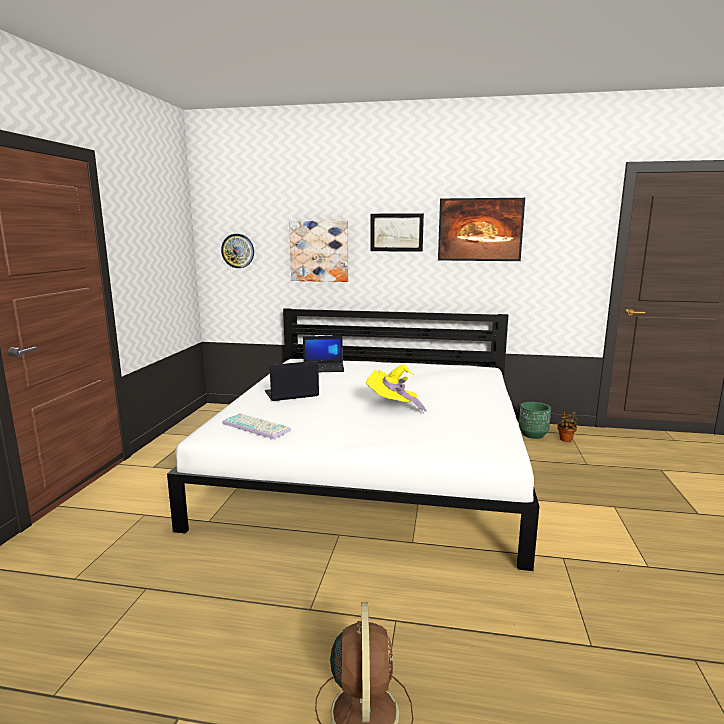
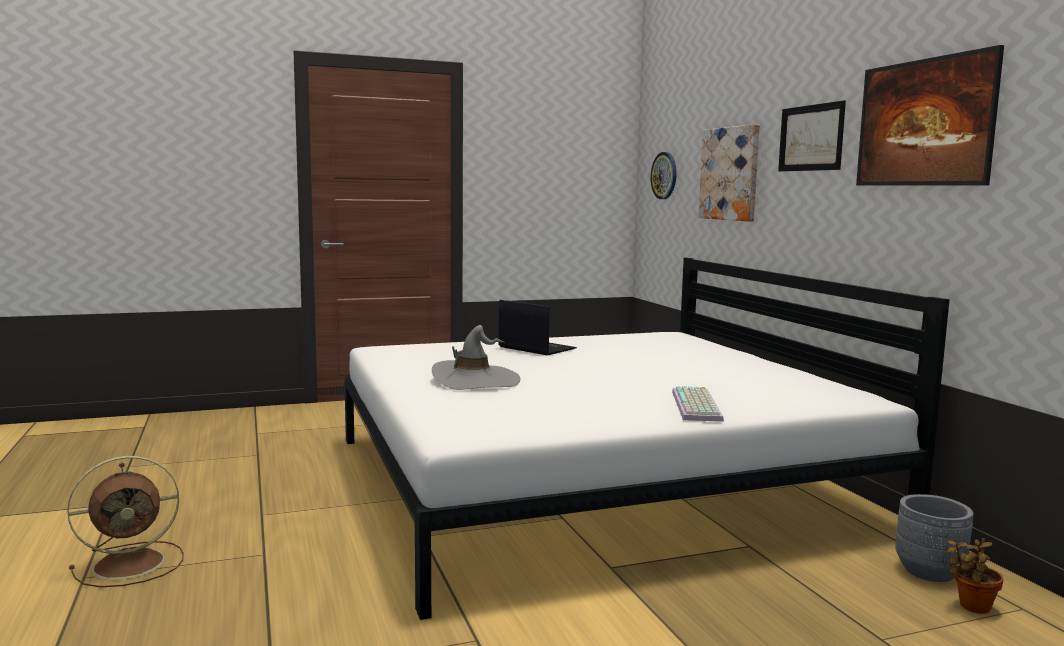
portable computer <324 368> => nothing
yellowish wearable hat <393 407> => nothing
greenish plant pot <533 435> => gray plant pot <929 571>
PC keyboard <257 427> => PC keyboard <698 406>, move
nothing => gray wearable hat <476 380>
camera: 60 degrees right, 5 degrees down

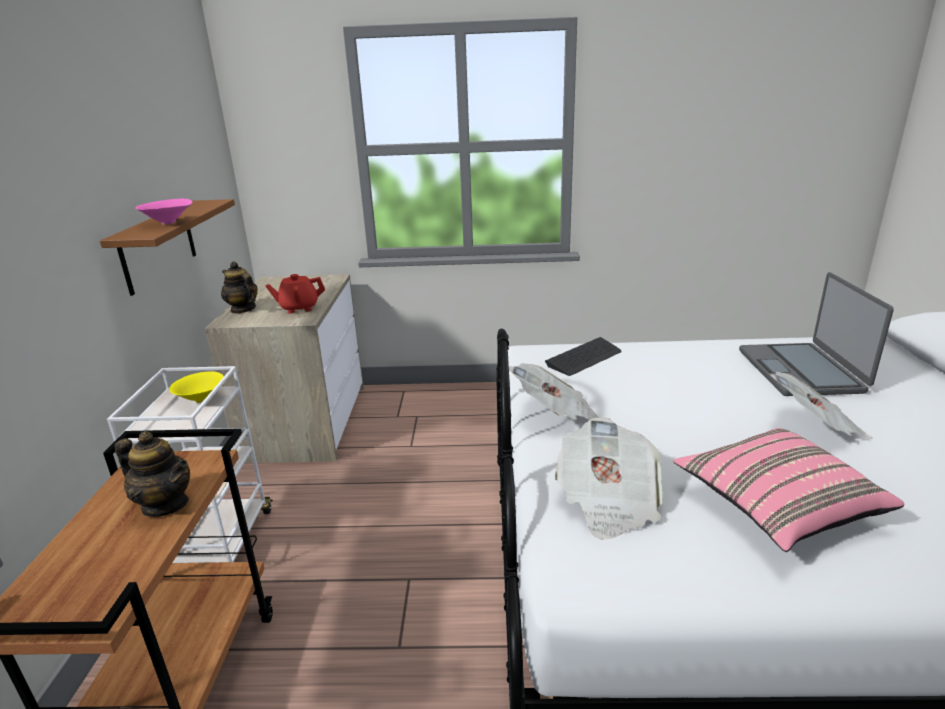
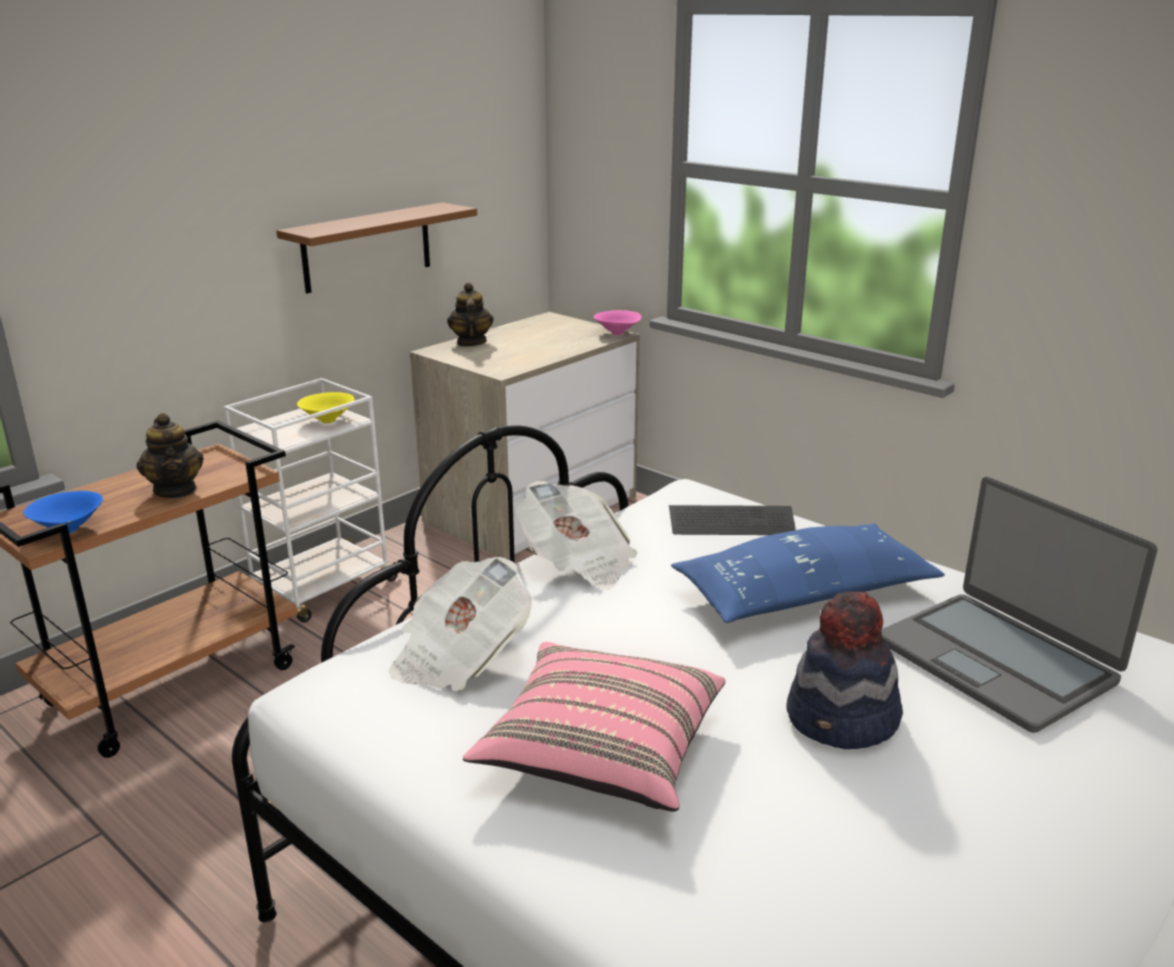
pinkish serving bowl <169 223> => pinkish serving bowl <618 334>, move
portable computer <801 370> => portable computer <996 661>, 75 degrees counterclockwise
red pot for tea <299 308> => nothing
newspaper <815 427> => wearable hat <843 720>
nothing => blue serving bowl <69 531>
nothing => blue cushion <803 595>
camera: 40 degrees right, 0 degrees up

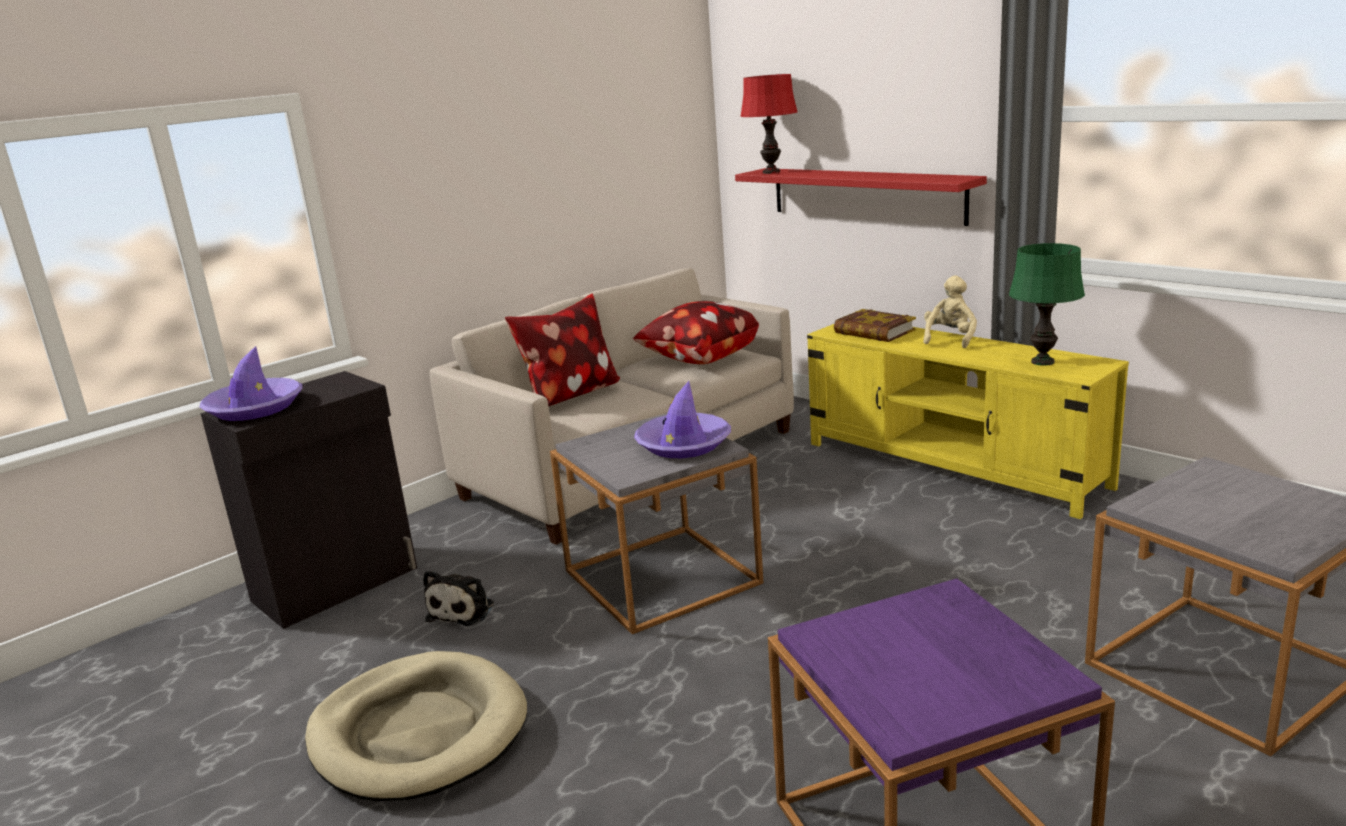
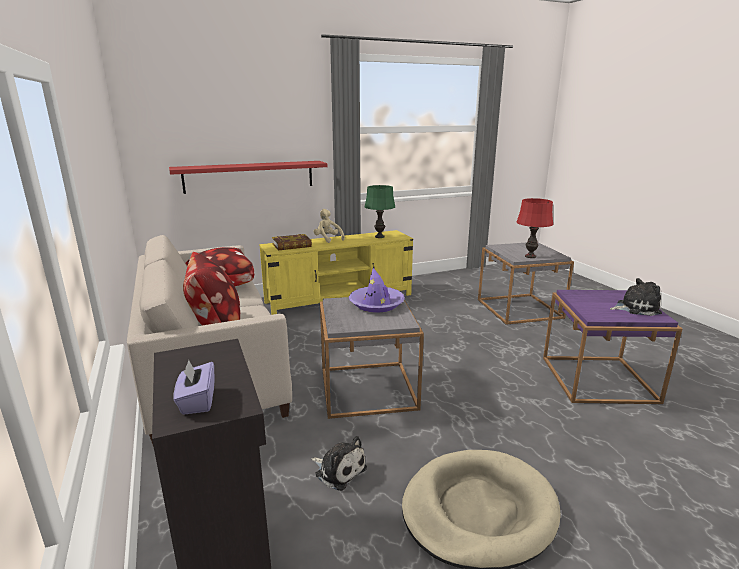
red table lamp <771 172> => red table lamp <530 256>, move
purple-coloured wearable hat <254 408> => purple-coloured tissue box <197 401>
nothing => cuddly toy <635 308>
camera: 70 degrees left, 0 degrees up

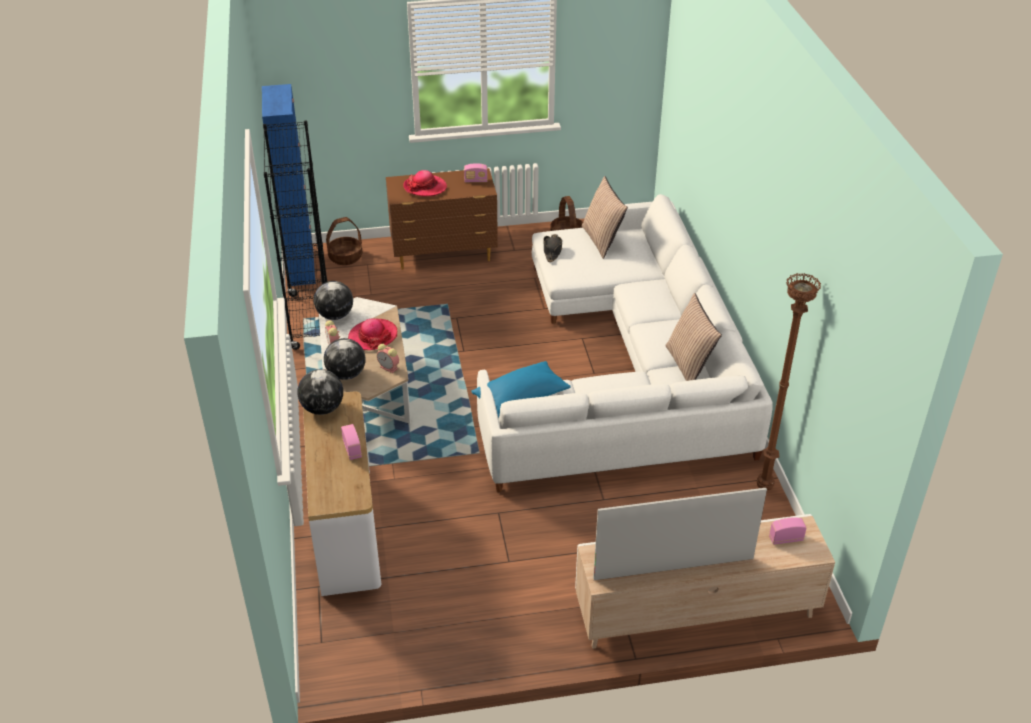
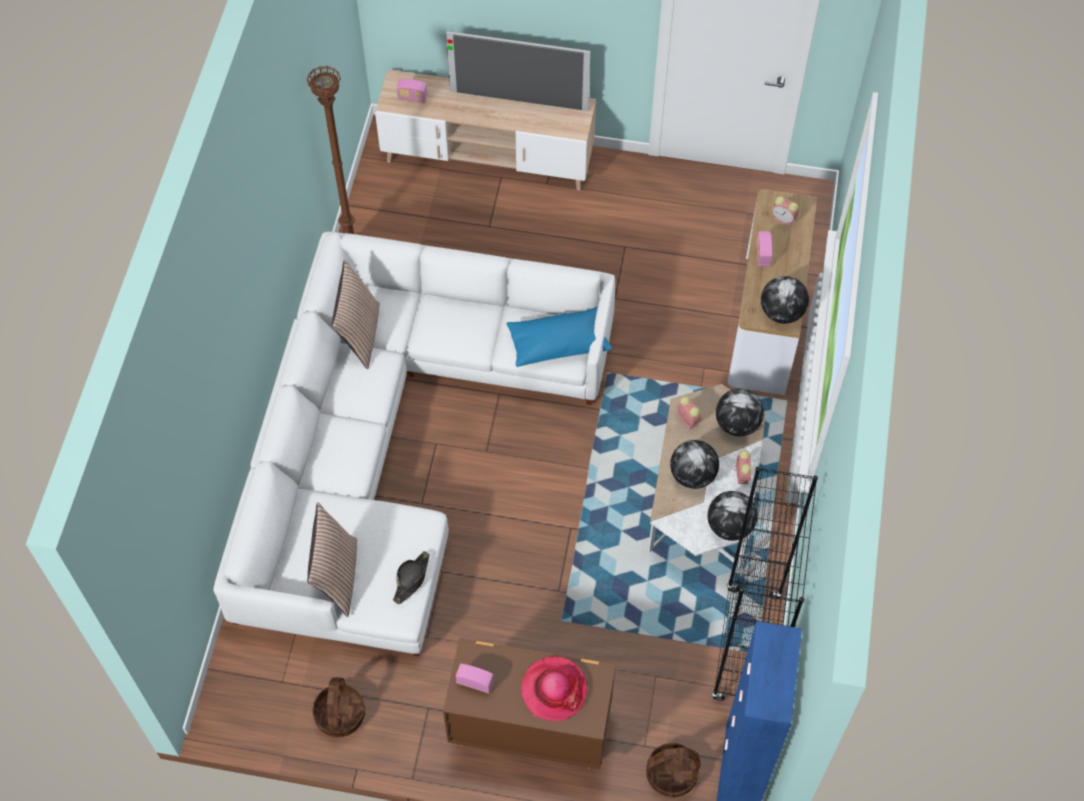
wearable hat <373 336> => globe <693 475>
nothing => table clock <784 219>
camera: 160 degrees left, 20 degrees up

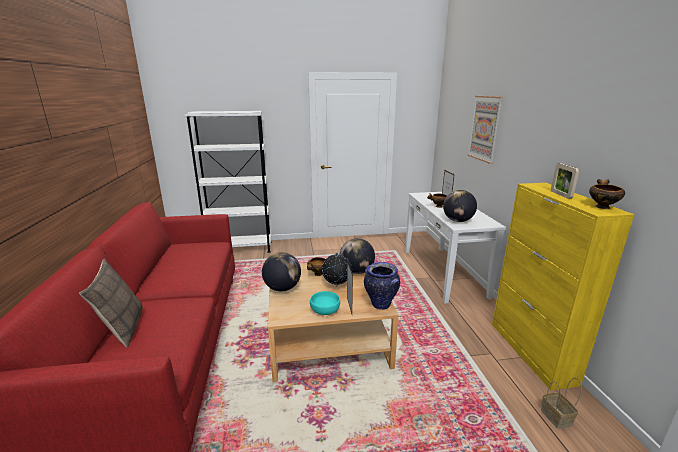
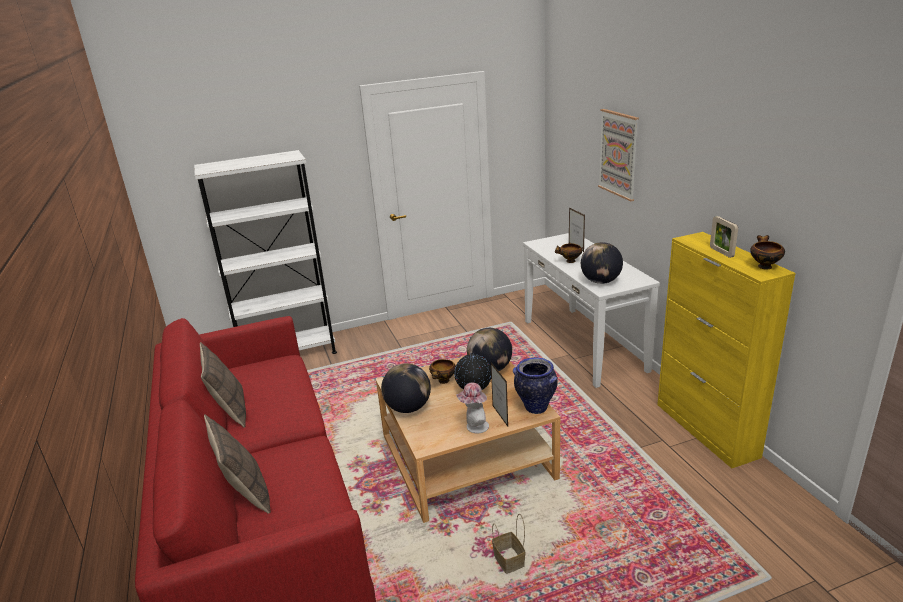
turquoise serving bowl <325 310> => wearable hat <474 427>
basket <557 417> => basket <510 561>, move
nothing => cushion <230 411>
camera: 10 degrees left, 5 degrees up

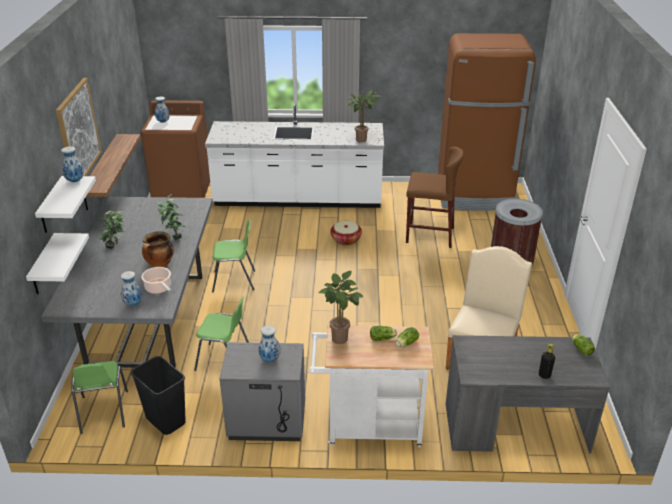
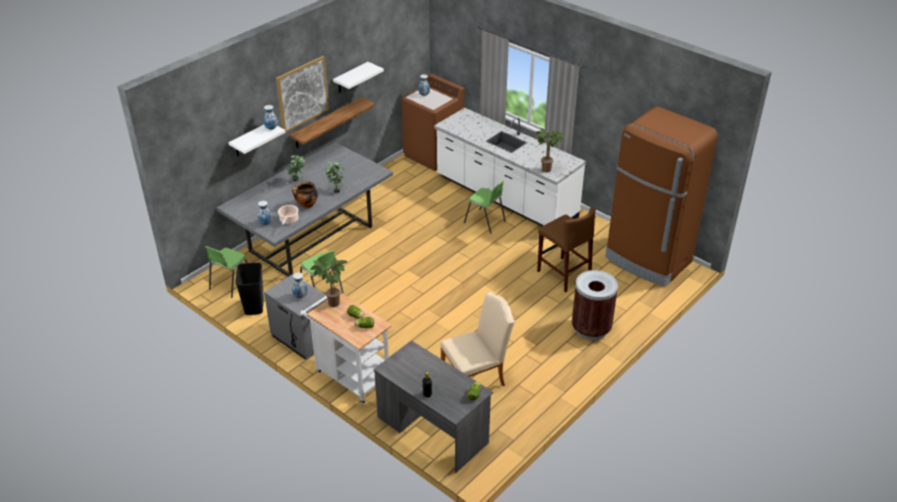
greenish chair <234 281> => greenish chair <485 222>, move
basket <346 240> => nothing
white-coloured bracket shelf <43 266> => white-coloured bracket shelf <351 78>, move
camera: 40 degrees right, 5 degrees up

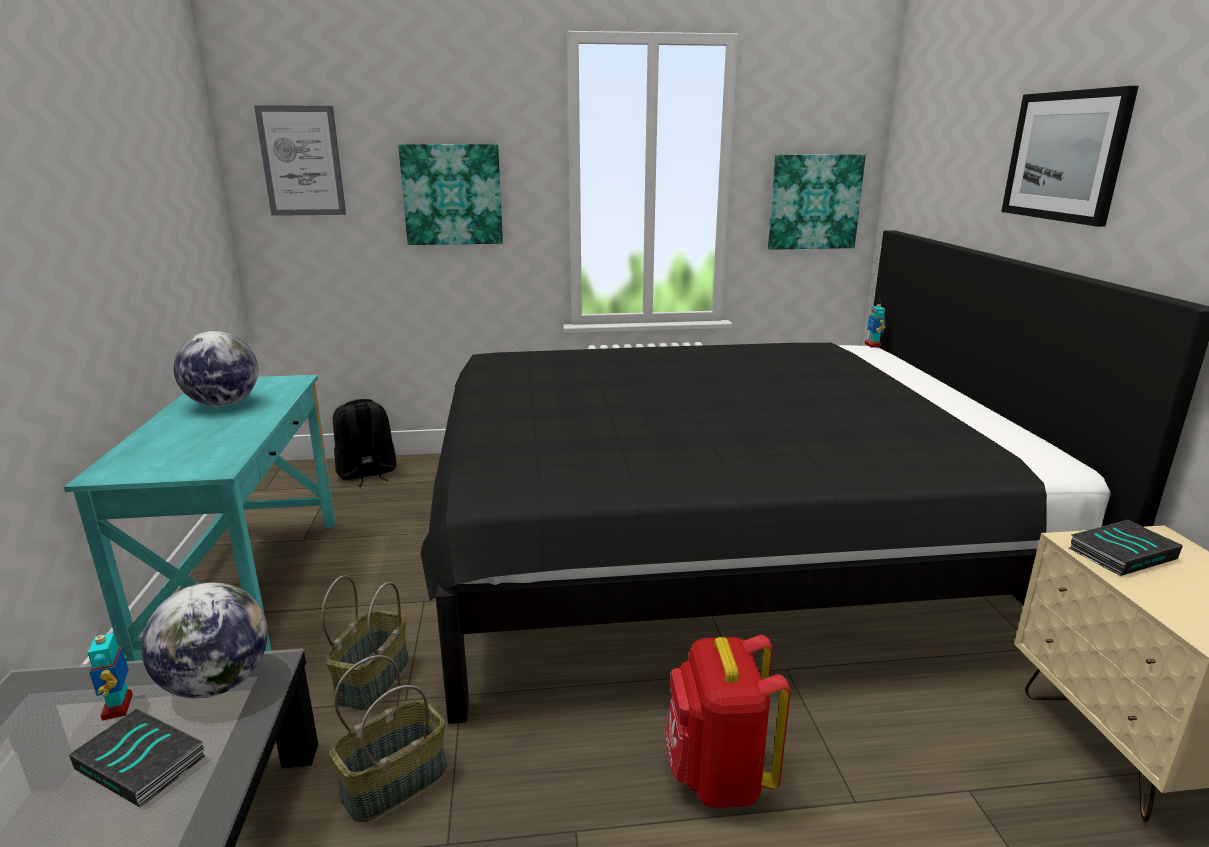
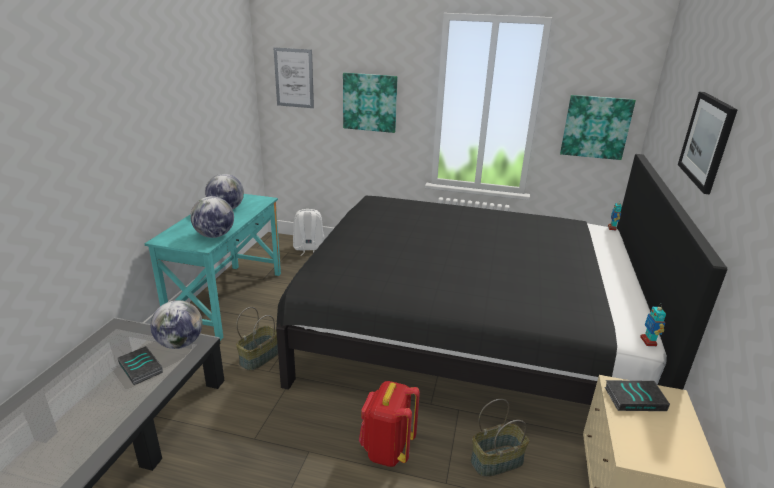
black backpack <367 474> => white-coloured backpack <308 248>
robot figure <119 707> => robot figure <648 341>, move
basket <395 781> => basket <496 461>, move
nothing => globe <214 235>
camera: 20 degrees right, 5 degrees up

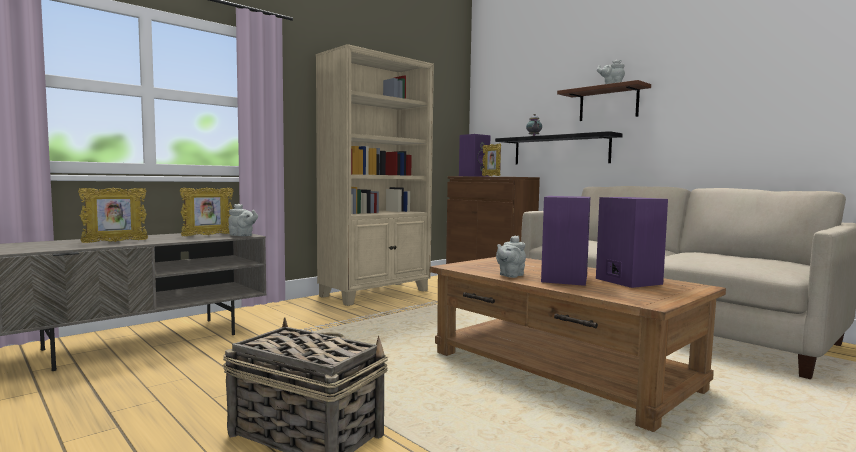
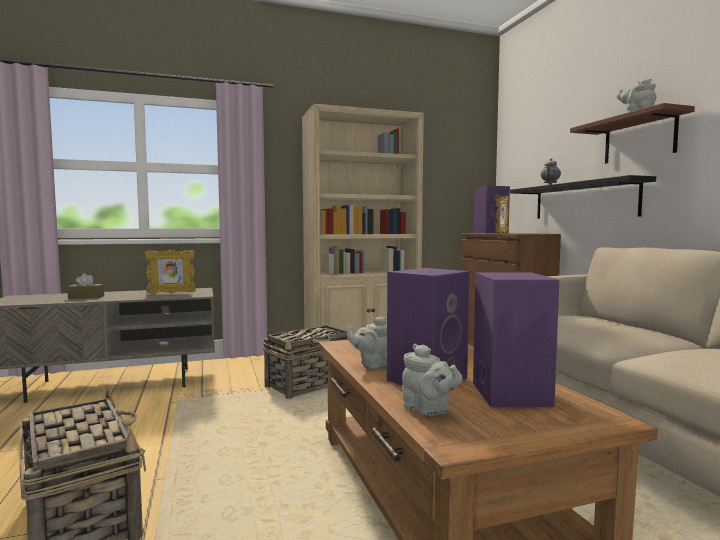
photo frame <115 242> => brown-coloured tissue box <86 297>
gray pot for tea <242 235> => gray pot for tea <428 410>, move
nothing => basket <310 384>
camera: 25 degrees right, 0 degrees up

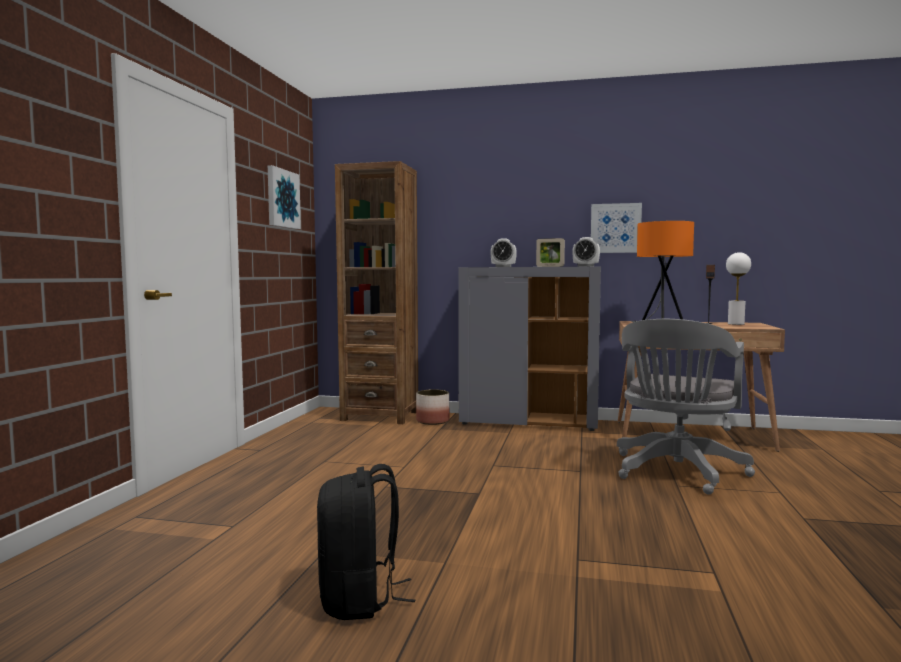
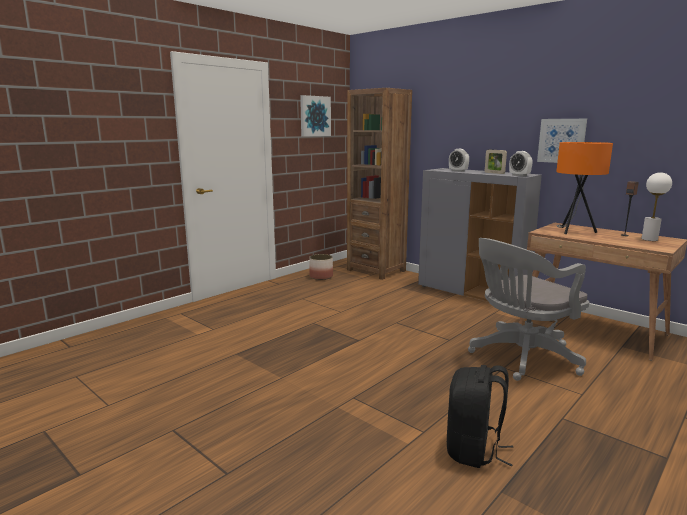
plant pot <433 421> => plant pot <321 277>, move
black backpack <360 599> => black backpack <474 450>, move
camera: 30 degrees right, 10 degrees up

